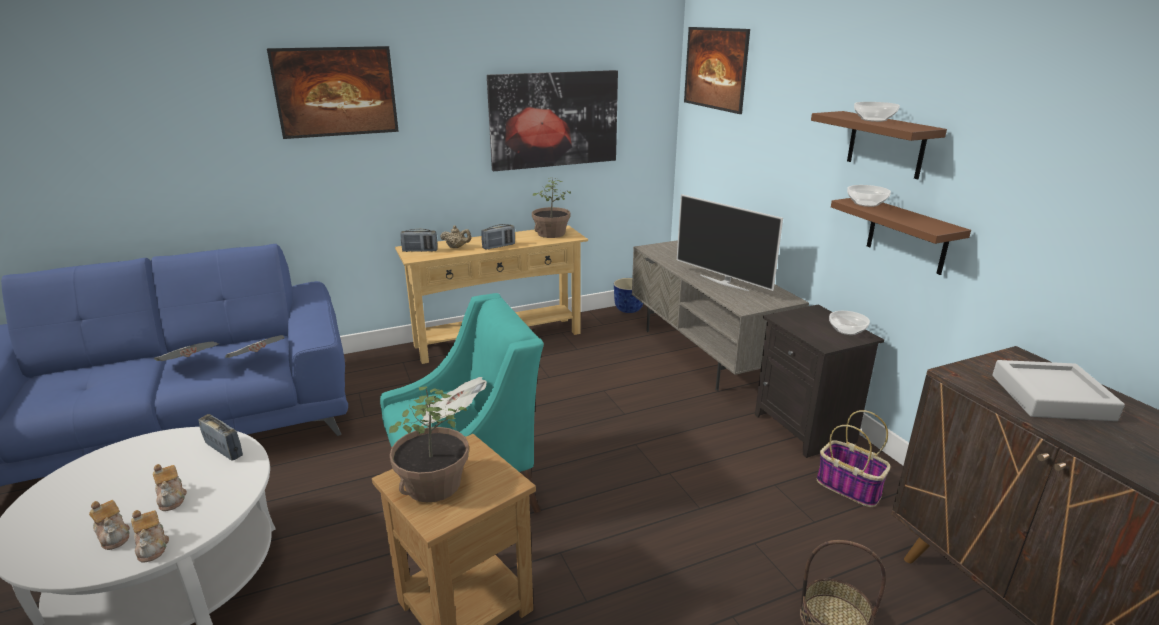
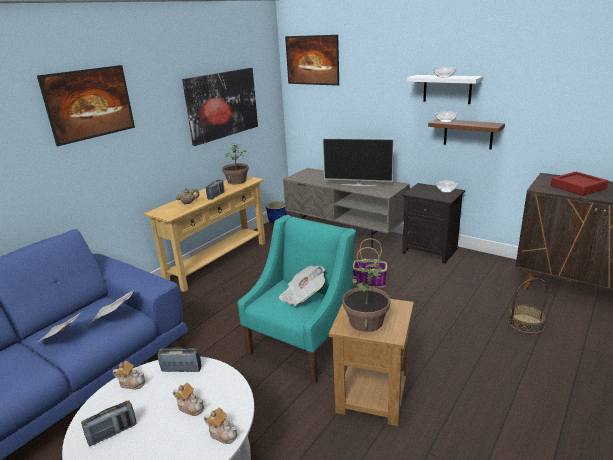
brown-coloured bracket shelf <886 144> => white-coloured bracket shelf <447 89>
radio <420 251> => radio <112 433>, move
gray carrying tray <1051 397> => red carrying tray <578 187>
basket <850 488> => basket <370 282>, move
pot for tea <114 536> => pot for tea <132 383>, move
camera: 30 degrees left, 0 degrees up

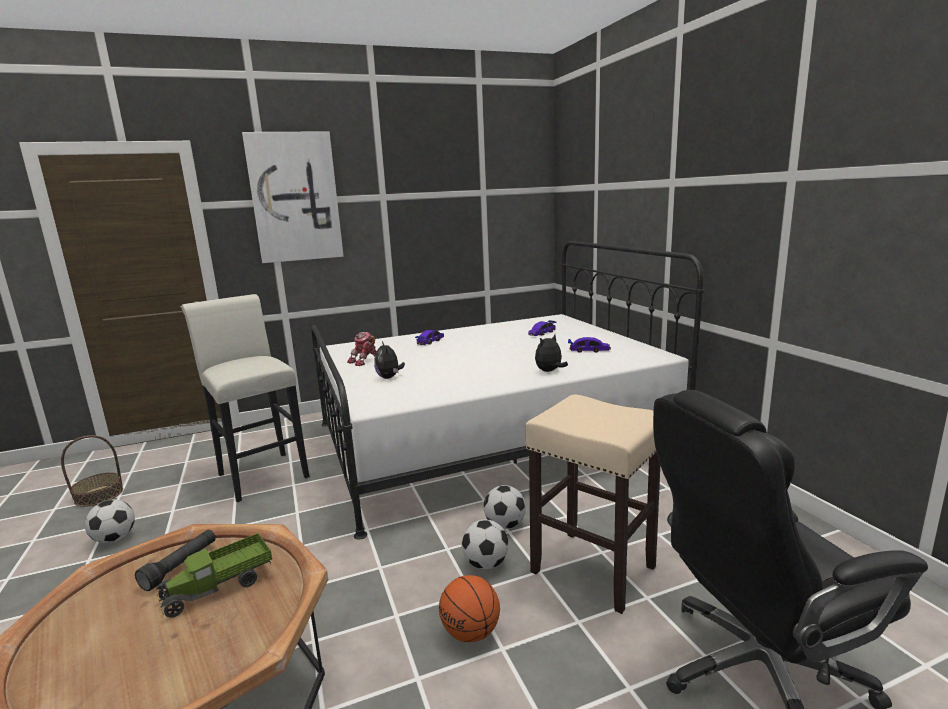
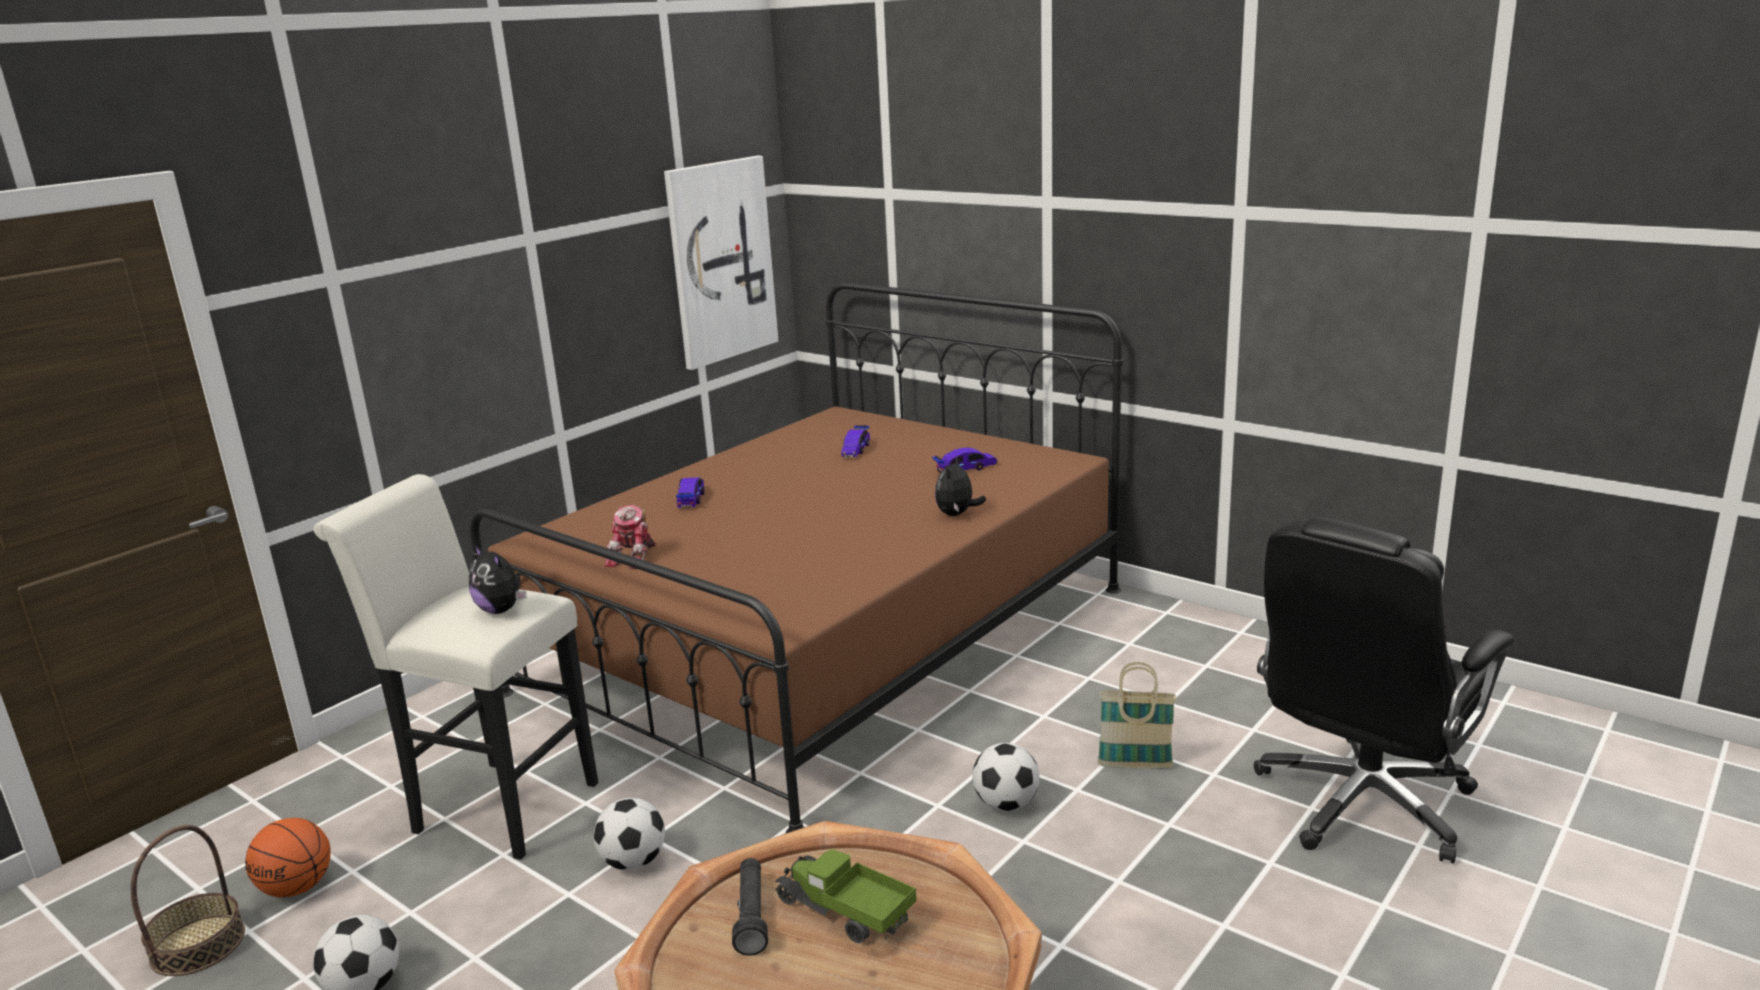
wall art <295 197> => wall art <721 261>, move
white-coloured bed <490 437> => brown-coloured bed <825 639>
cuddly toy <389 377> => cuddly toy <501 610>, move
beige stool <594 569> => basket <1135 765>
ball for football <505 525> => ball for football <634 862>, move
model truck <219 587> => model truck <845 913>, 105 degrees clockwise
ball for basketball <471 633> => ball for basketball <298 888>, move
camera: 30 degrees left, 5 degrees up

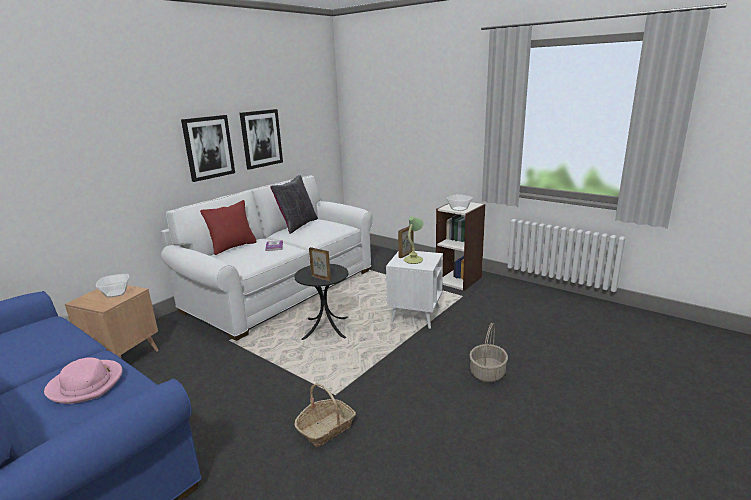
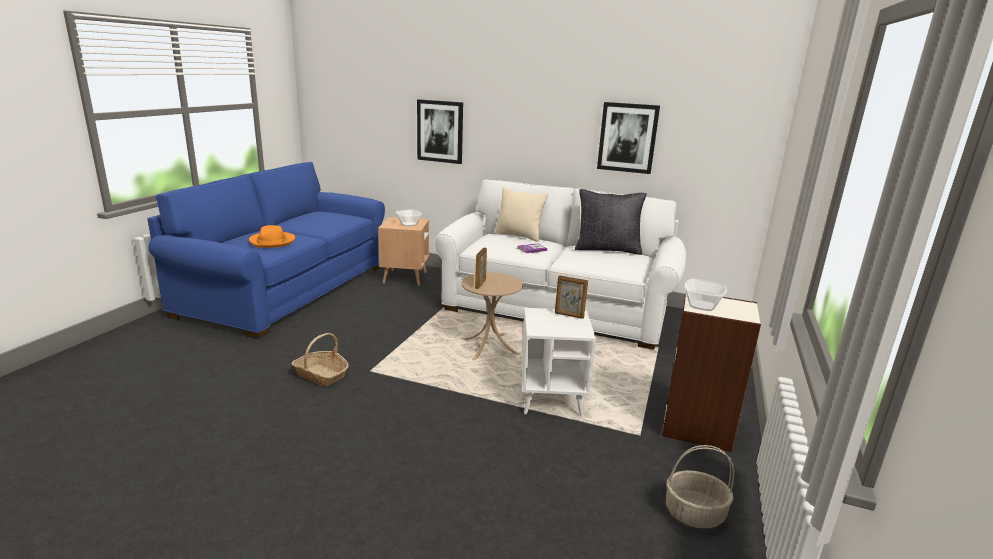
wall art <208 147> => wall art <440 131>, move
red cushion <233 247> => beige cushion <519 236>
table lamp <414 260> => nothing
black side table <326 328> => beige side table <489 346>
basket <487 373> => basket <694 513>, move
pinkish wearable hat <87 384> => orange-coloured wearable hat <272 242>
camera: 70 degrees right, 0 degrees up

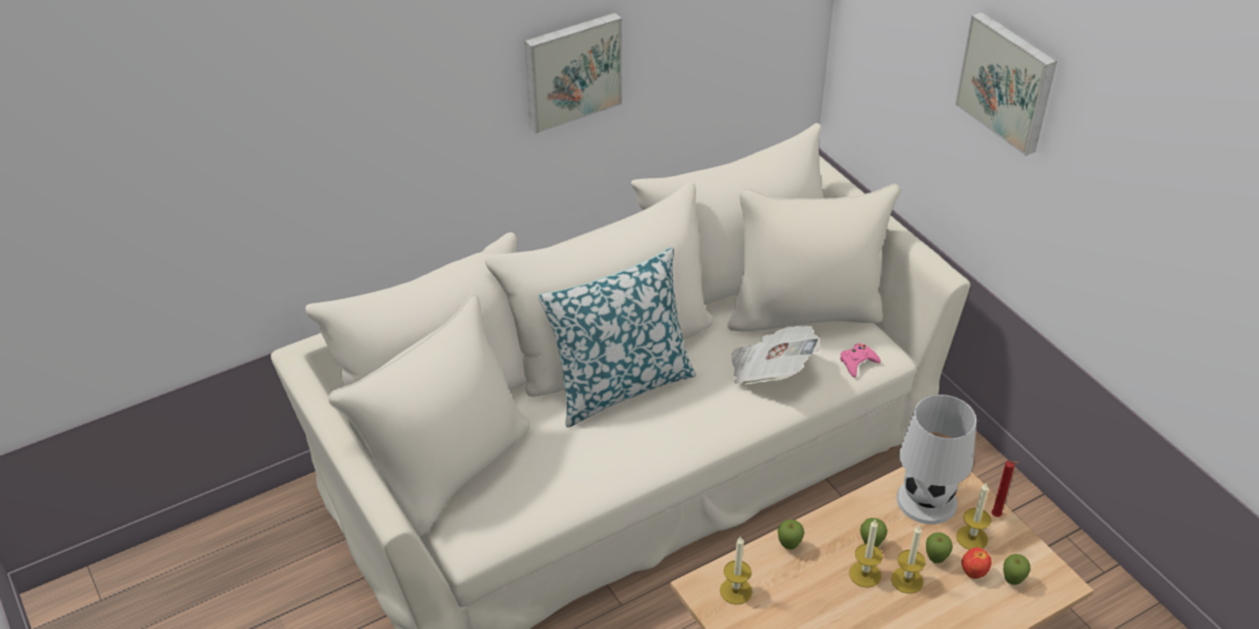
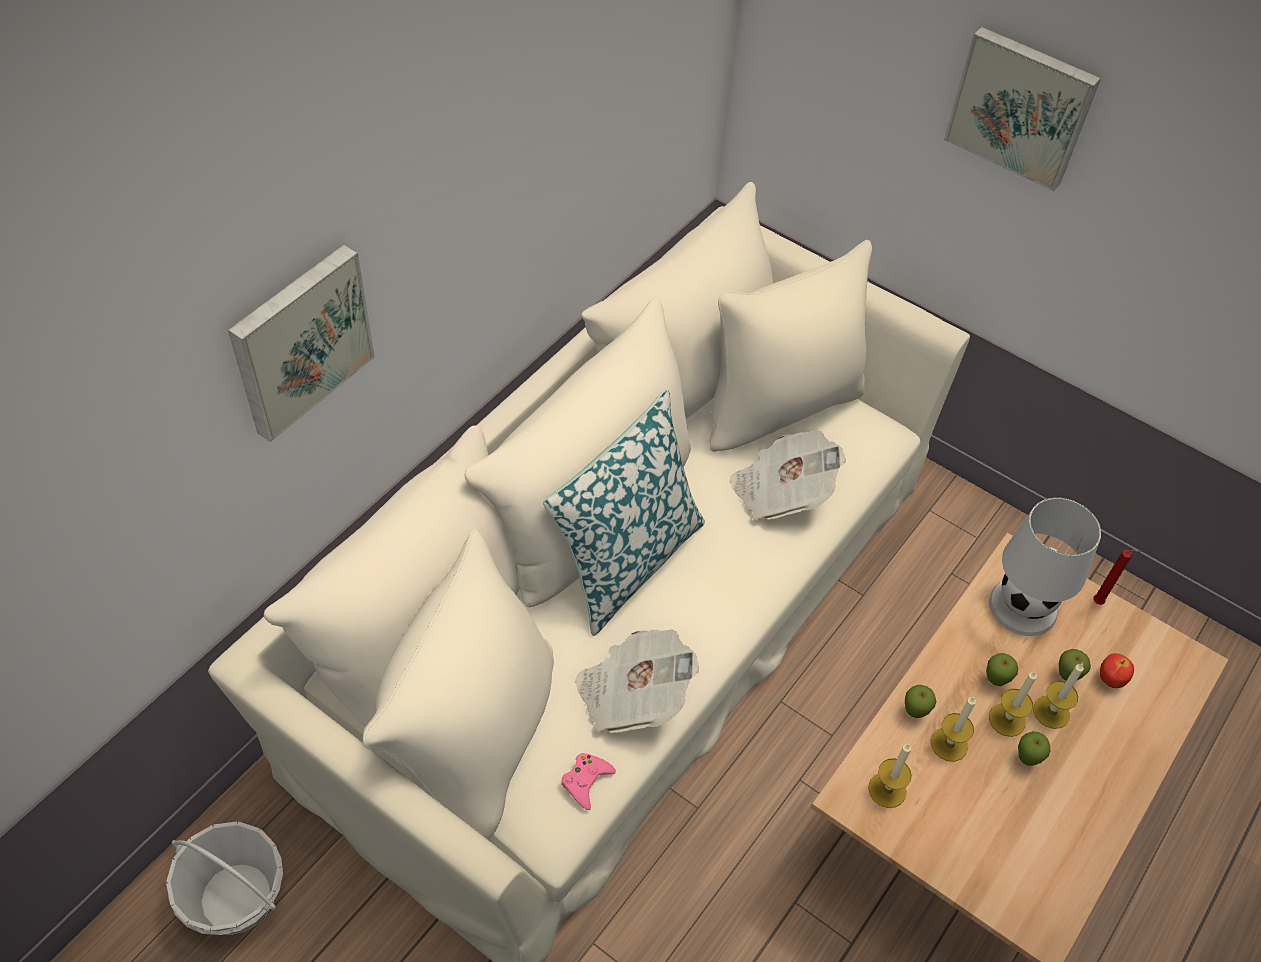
wall art <571 70> => wall art <299 340>, move
pinkish gamepad <857 362> => pinkish gamepad <586 781>, move
wax candle <972 538> => wax candle <949 744>, move
whole apple <1012 581> => whole apple <1026 759>, move
nothing => newspaper <632 695>
nothing => basket <236 898>
camera: 25 degrees left, 10 degrees up

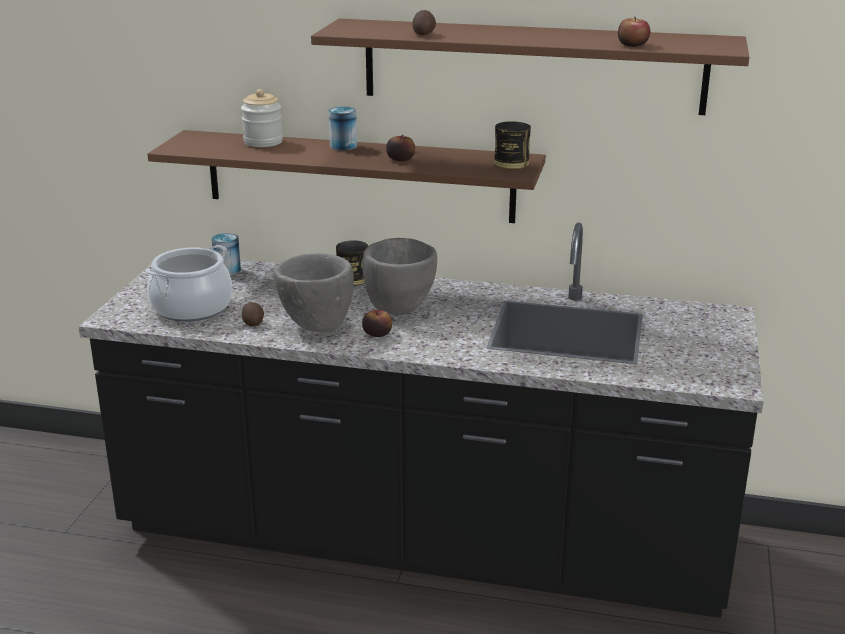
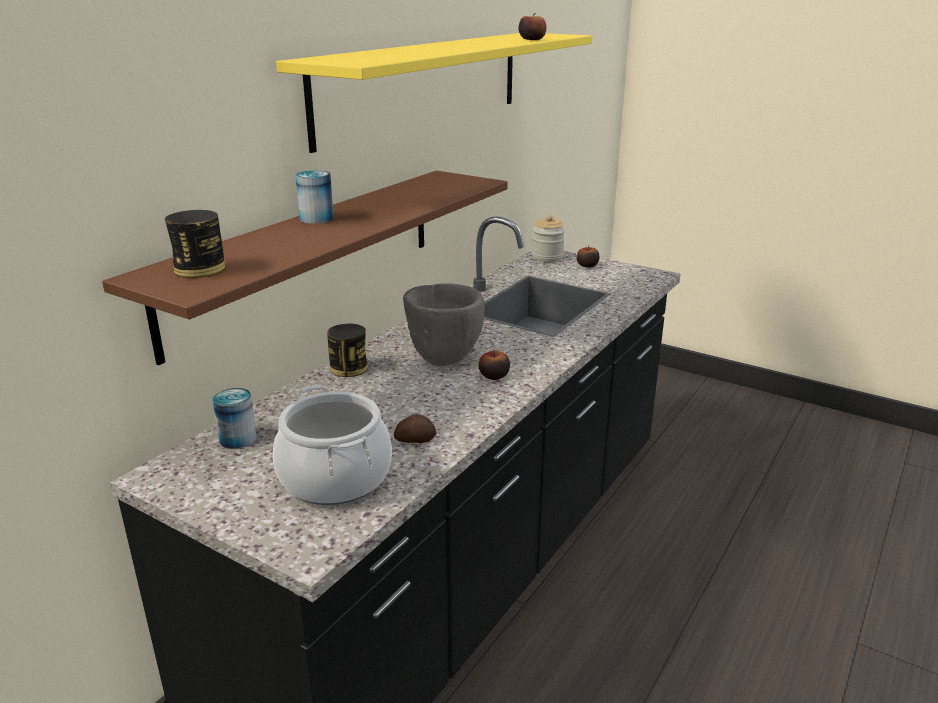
potato <424 34> => nothing
brown-coloured bracket shelf <532 66> => yellowish bracket shelf <424 84>
preserve jar <263 142> => preserve jar <547 257>, move
metal can <511 164> => metal can <200 269>, move
whole apple <400 159> => whole apple <587 265>, move
gray serving bowl <316 325> => nothing
camera: 70 degrees left, 0 degrees up

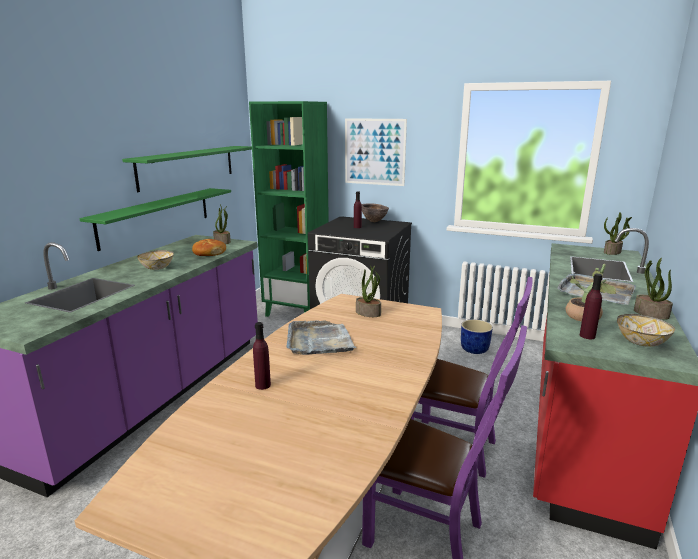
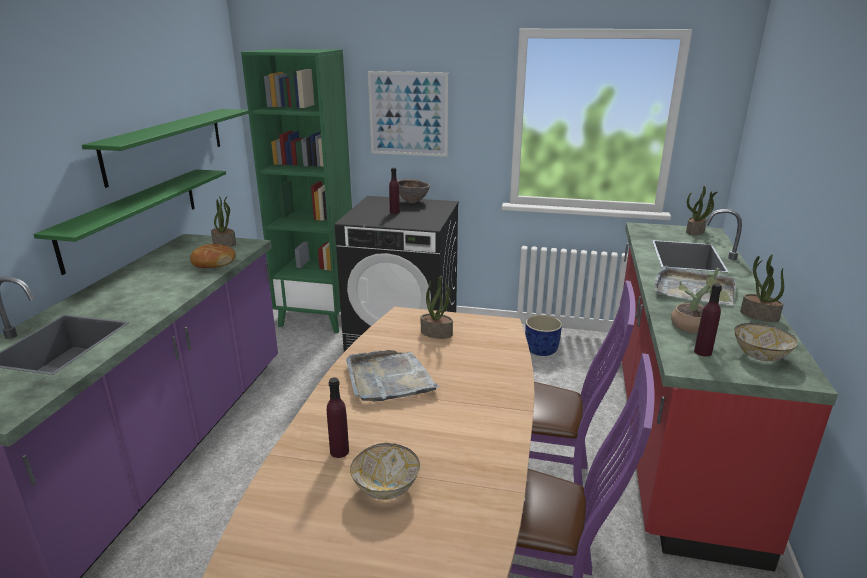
serving bowl <157 268> => serving bowl <386 487>, move
camera: 10 degrees left, 5 degrees up

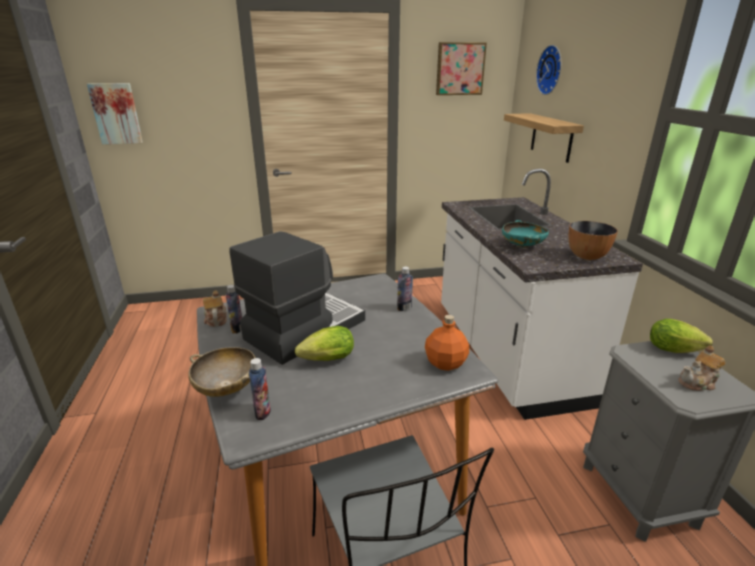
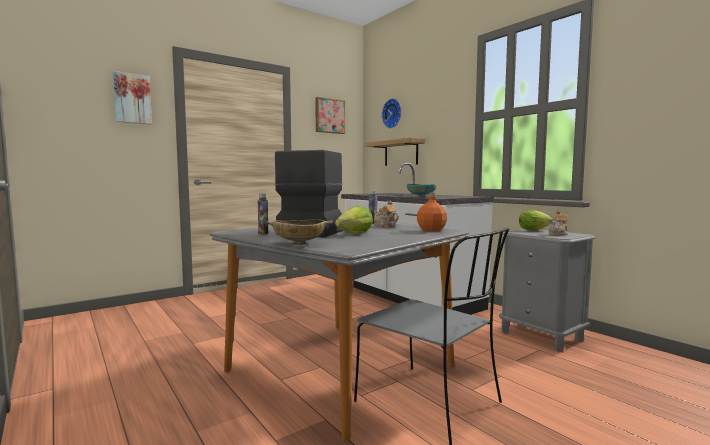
wall art <116 113> => wall art <132 99>, move
serving bowl <587 256> => nothing
pot for tea <216 319> => pot for tea <385 226>, move
bottle <262 412> => nothing
camera: 25 degrees left, 20 degrees down

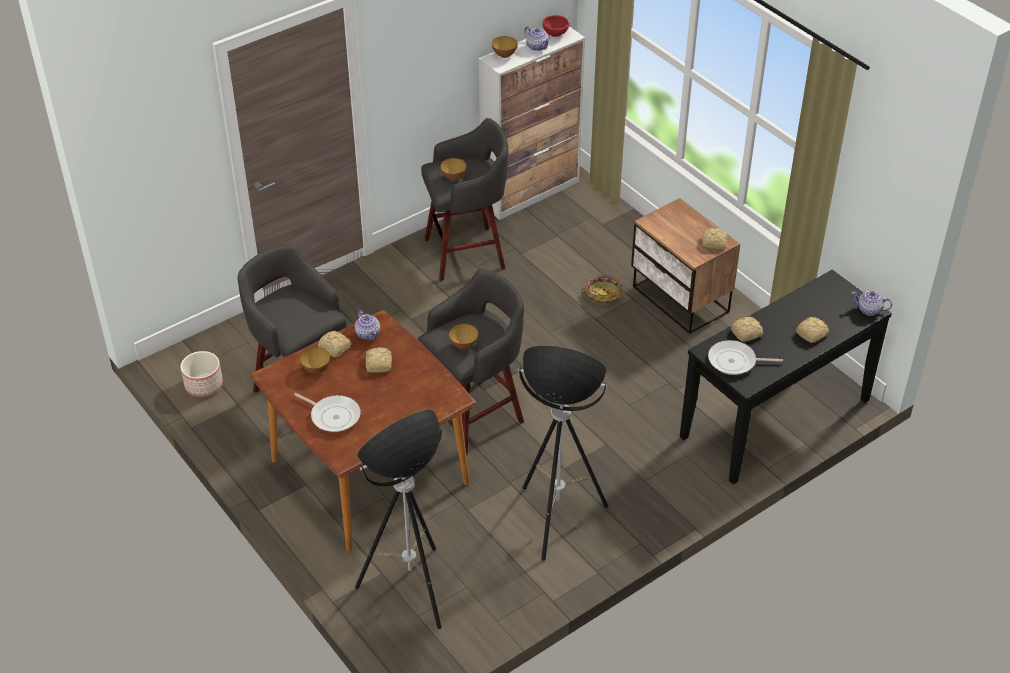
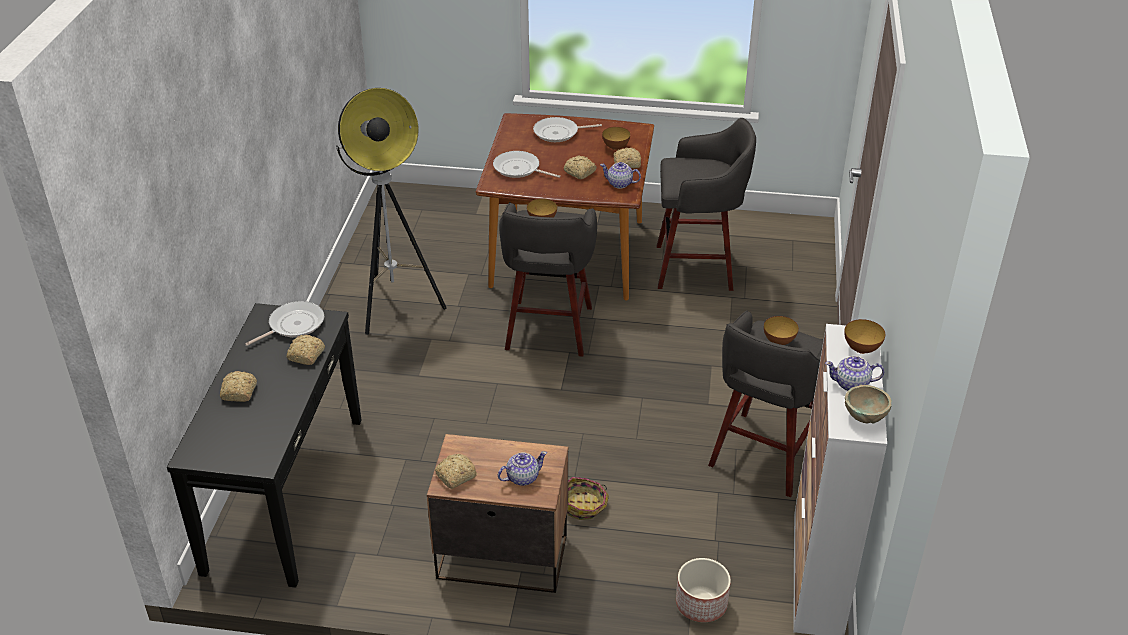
red serving bowl <555 34> => beige serving bowl <864 416>
pot for tea <869 310> => pot for tea <522 477>, move
plant pot <203 385> => plant pot <702 604>, move
floor lamp <411 590> => nothing
nothing => pan <519 169>
camera: 135 degrees right, 5 degrees down

